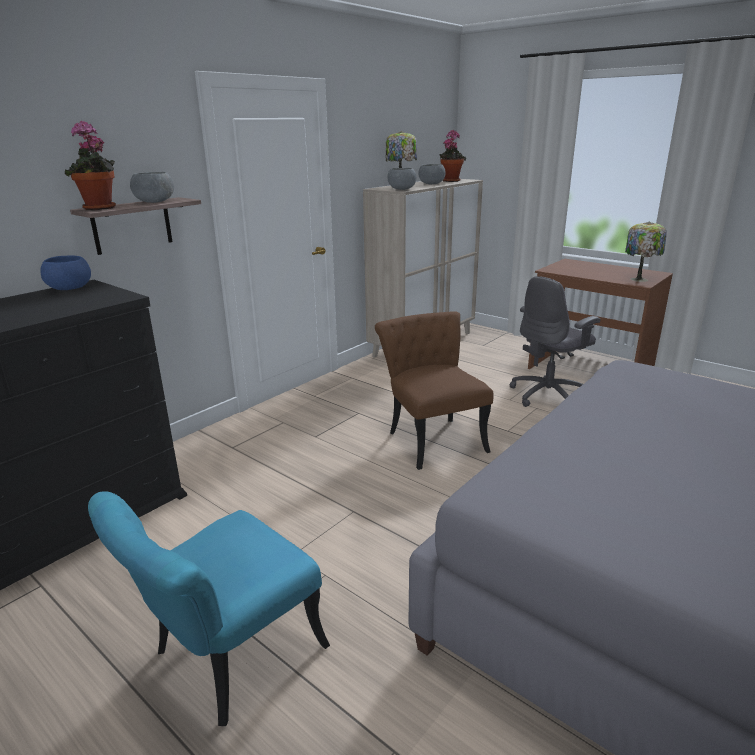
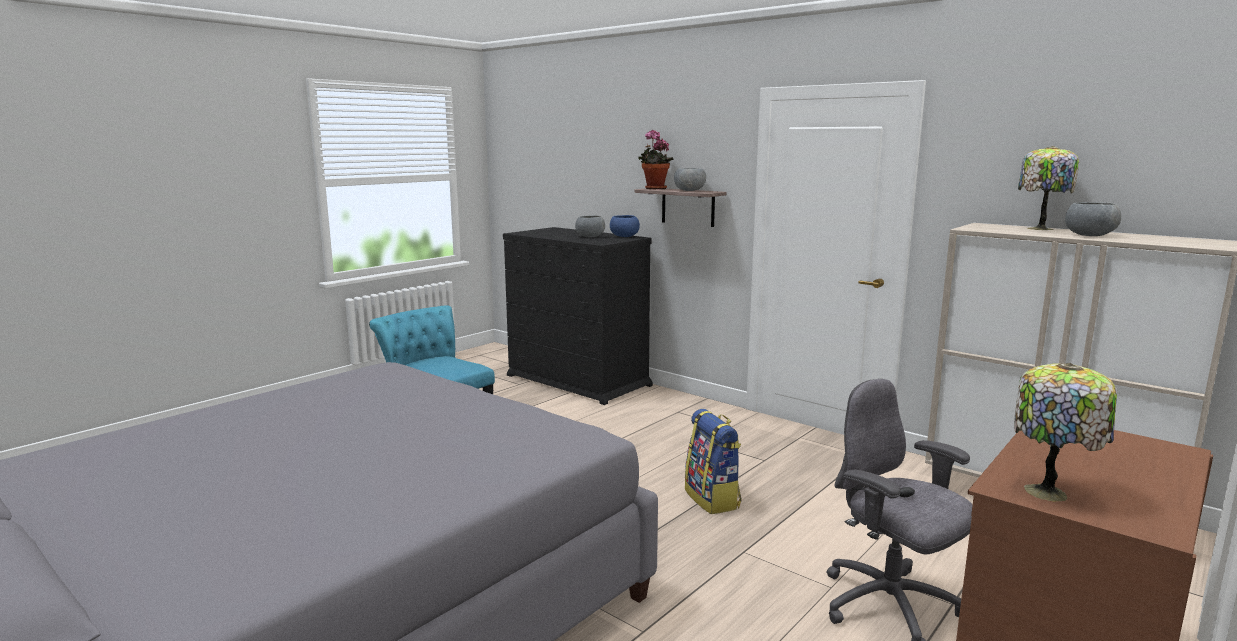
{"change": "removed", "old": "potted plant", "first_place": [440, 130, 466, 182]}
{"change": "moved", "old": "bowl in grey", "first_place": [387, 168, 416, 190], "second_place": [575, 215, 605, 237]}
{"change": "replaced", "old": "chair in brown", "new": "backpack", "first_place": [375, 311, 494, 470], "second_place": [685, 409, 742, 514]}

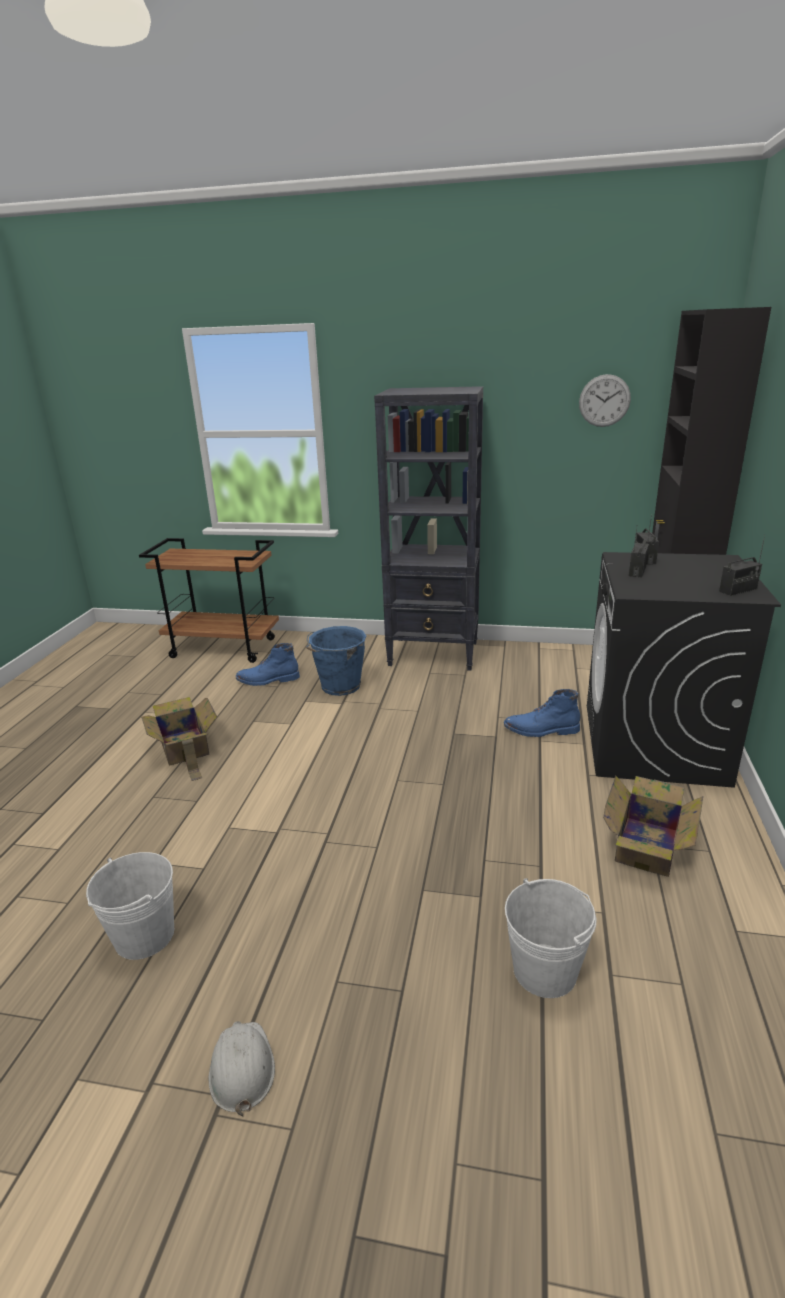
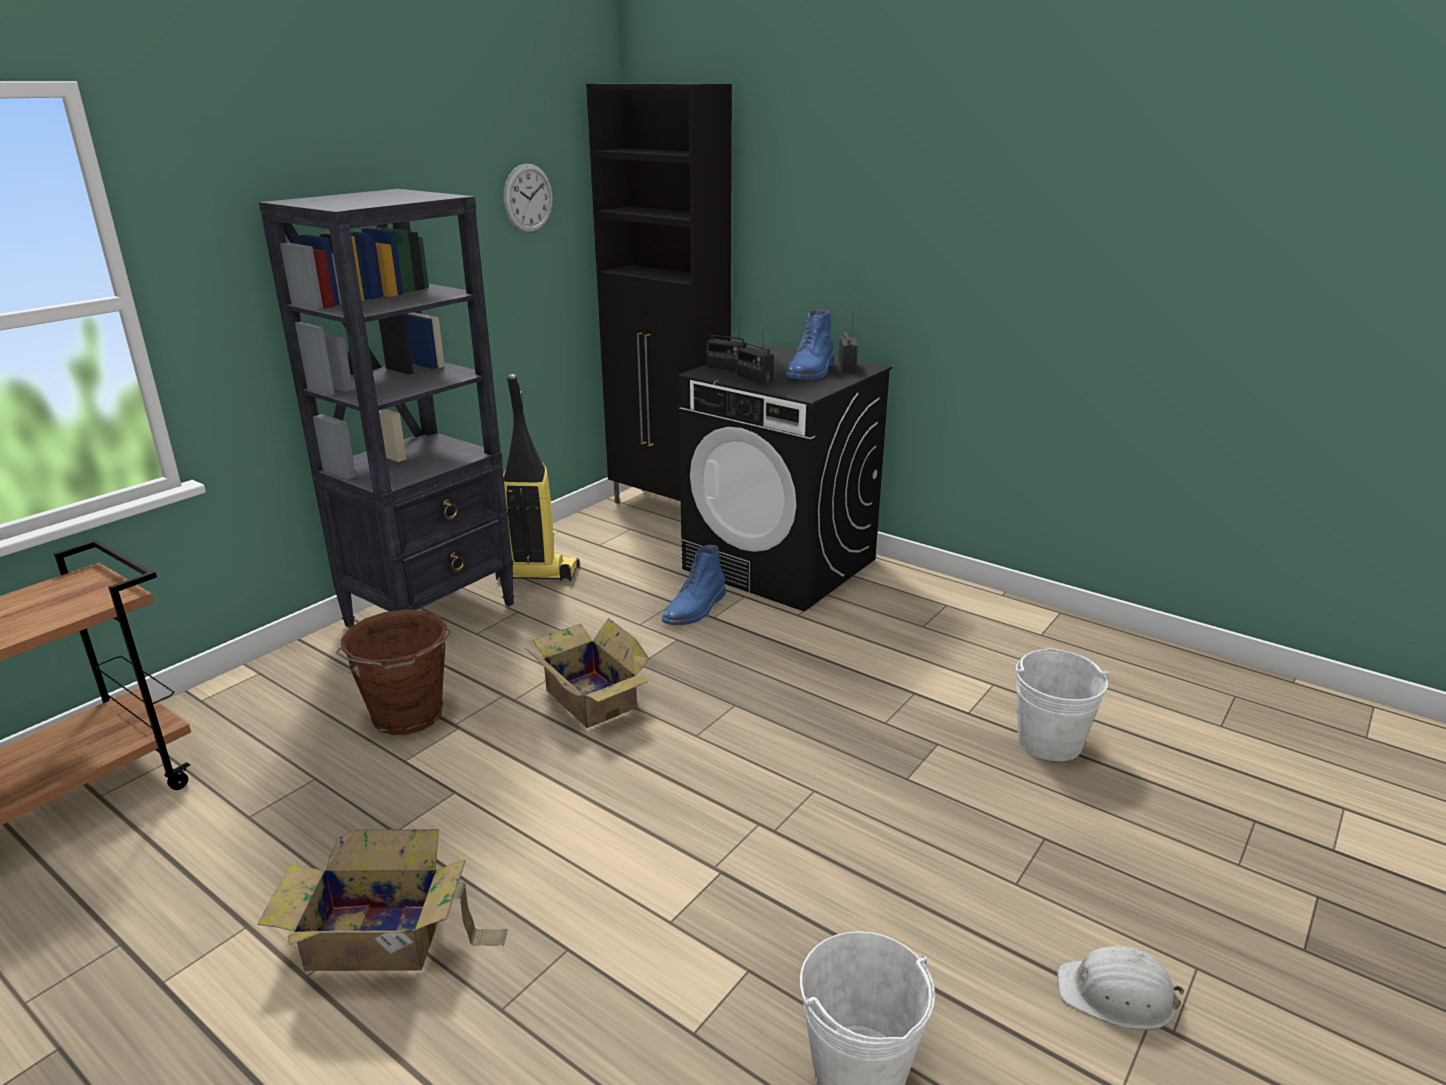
{"change": "added", "new": "vacuum cleaner", "second_place": [495, 374, 580, 581]}
{"change": "moved", "old": "boot in blue", "first_place": [236, 643, 300, 686], "second_place": [786, 309, 834, 380]}
{"change": "moved", "old": "cardboard box", "first_place": [603, 776, 703, 877], "second_place": [525, 618, 649, 728]}
{"change": "recoloured", "old": "bucket in blue", "new": "bucket in brown", "first_place": [306, 626, 366, 696], "second_place": [336, 609, 452, 735]}

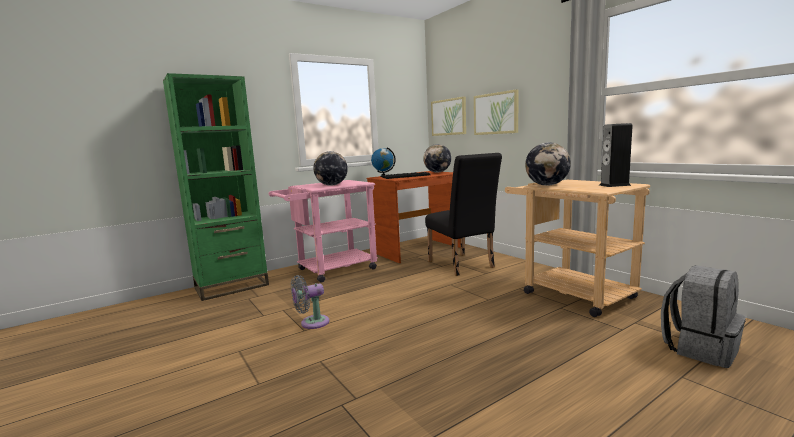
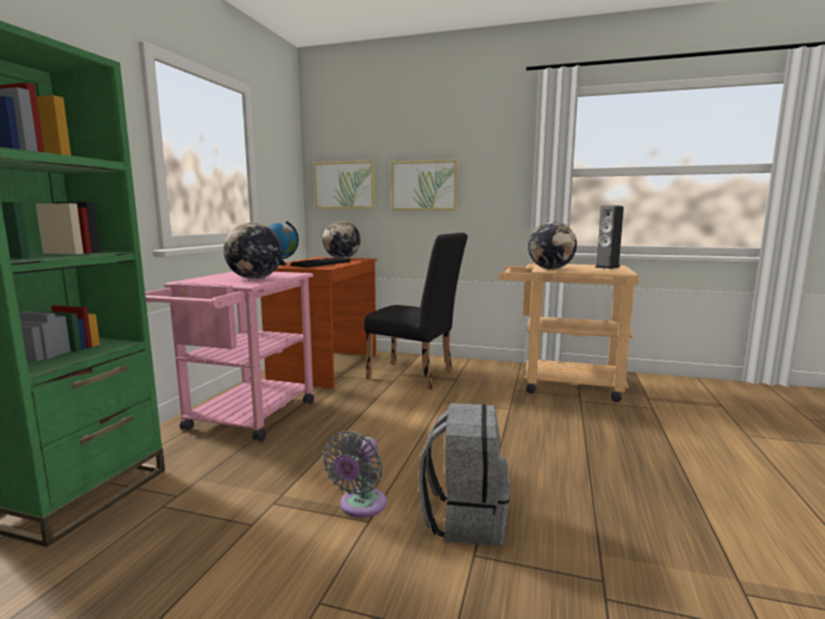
{"change": "moved", "old": "backpack in grey", "first_place": [661, 265, 746, 368], "second_place": [418, 403, 510, 546]}

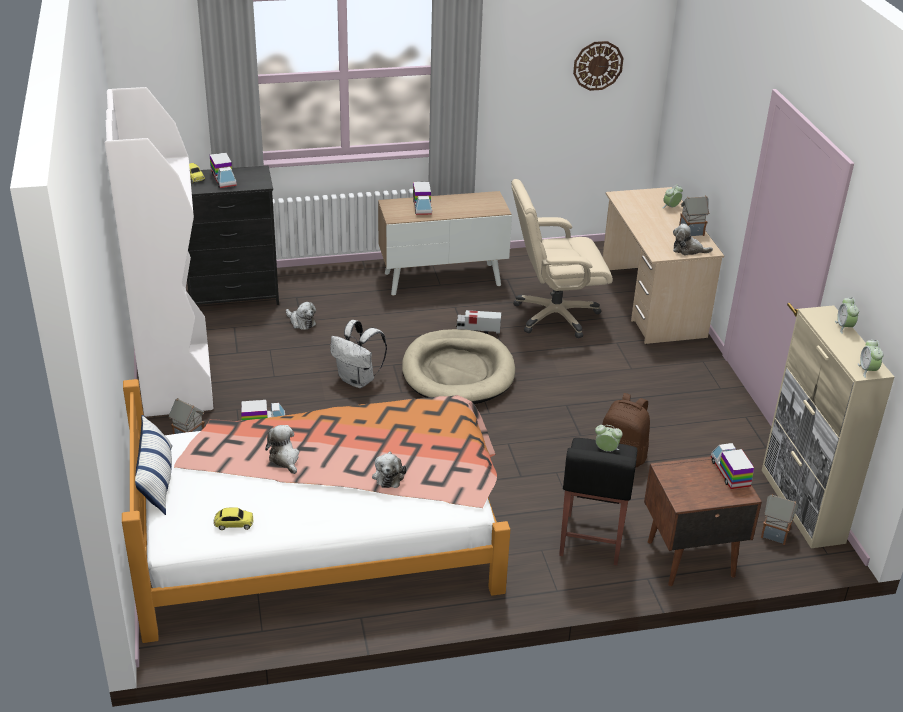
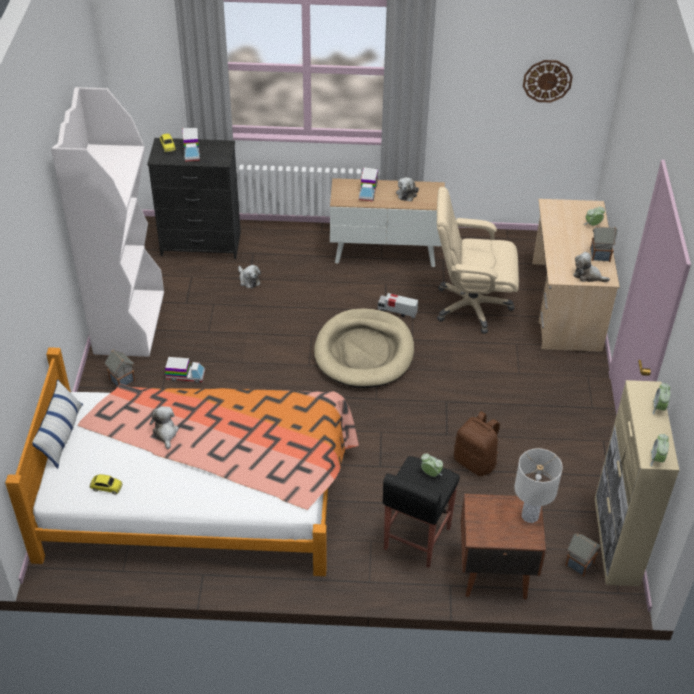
{"change": "removed", "old": "backpack in white", "first_place": [330, 320, 387, 388]}
{"change": "moved", "old": "plush toy", "first_place": [372, 451, 406, 488], "second_place": [396, 177, 419, 201]}
{"change": "replaced", "old": "toy truck", "new": "table lamp in white", "first_place": [710, 443, 754, 489], "second_place": [514, 448, 563, 523]}

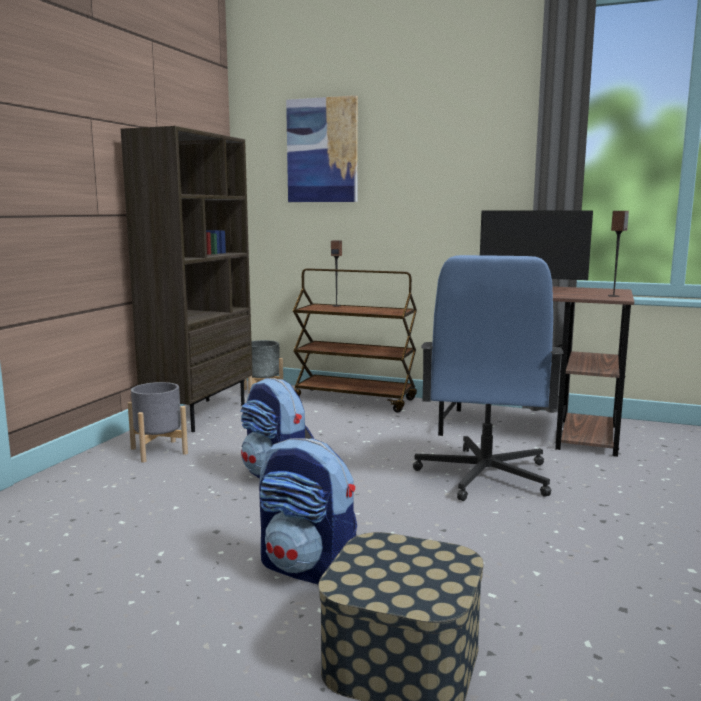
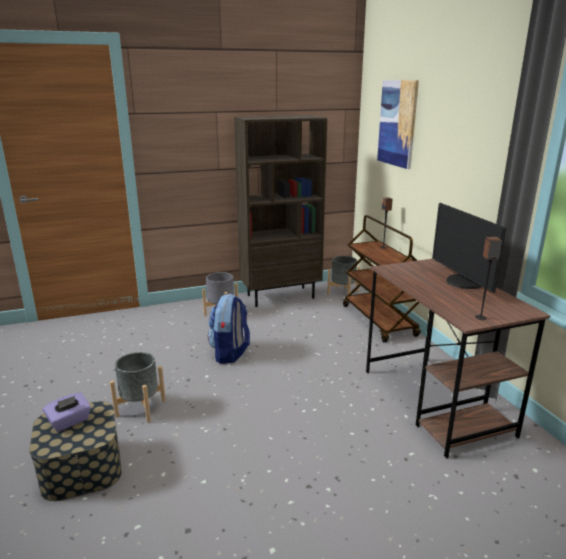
{"change": "removed", "old": "office chair in blue", "first_place": [413, 255, 563, 501]}
{"change": "added", "new": "tissue box in purple", "second_place": [43, 392, 91, 432]}
{"change": "replaced", "old": "backpack", "new": "planter in grey", "first_place": [259, 438, 357, 584], "second_place": [110, 352, 166, 422]}

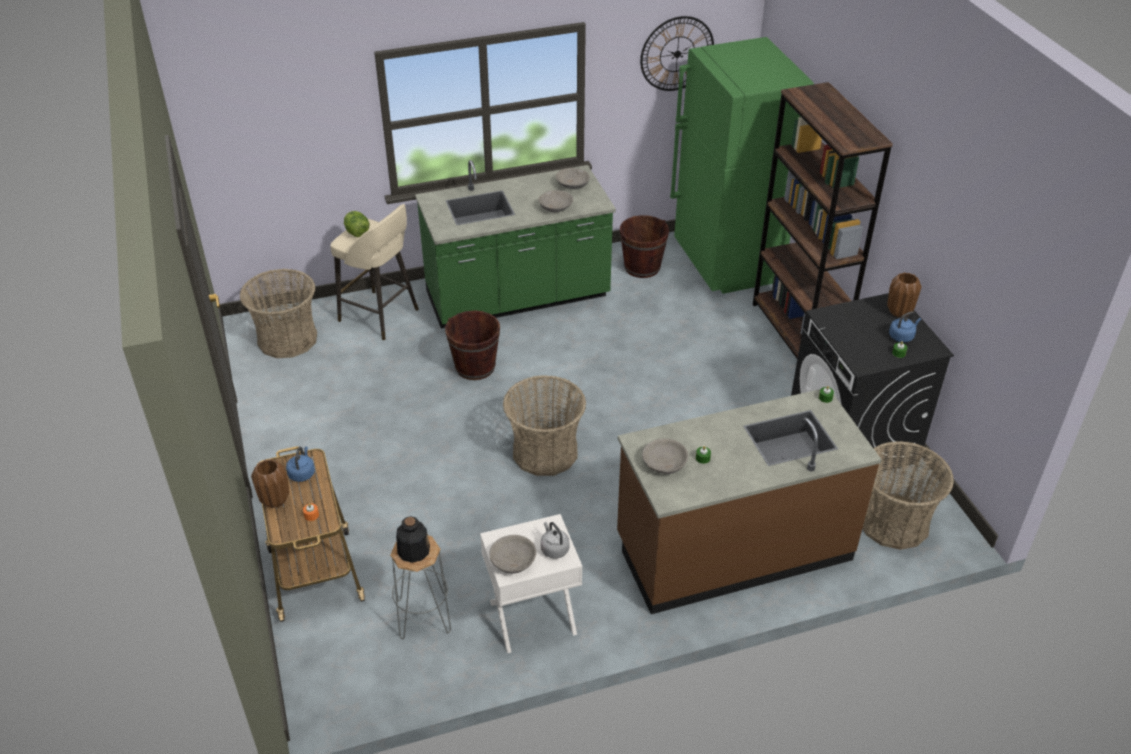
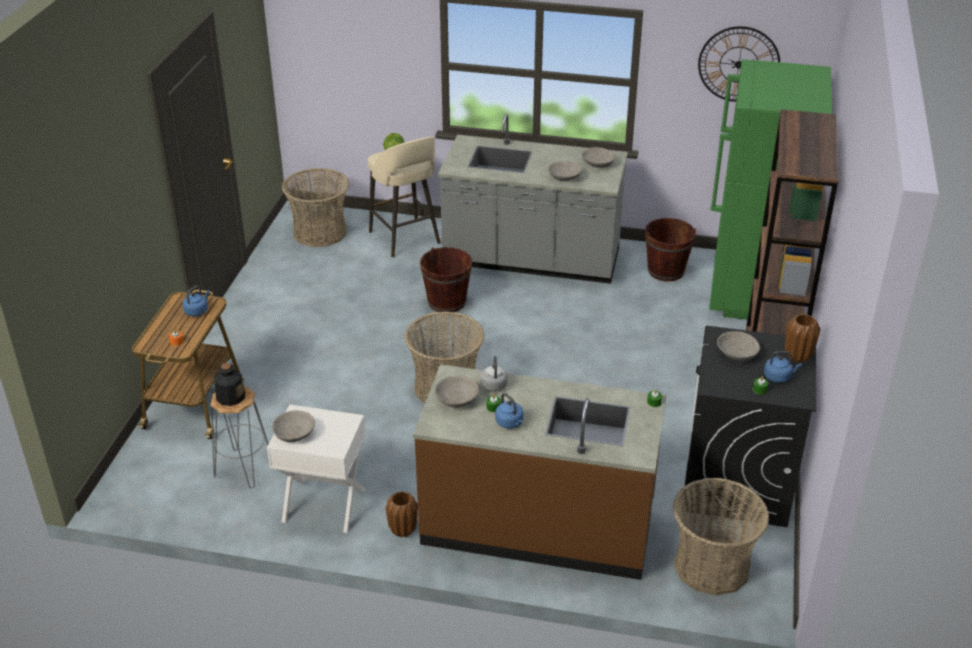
{"change": "added", "new": "kettle in blue", "second_place": [495, 393, 524, 429]}
{"change": "added", "new": "bowl in grey", "second_place": [717, 331, 760, 361]}
{"change": "moved", "old": "vase in brown", "first_place": [251, 459, 289, 508], "second_place": [386, 491, 418, 538]}
{"change": "moved", "old": "kettle in grey", "first_place": [541, 522, 569, 559], "second_place": [480, 356, 508, 392]}
{"change": "recoloured", "old": "counter in green", "new": "counter in grey", "first_place": [415, 160, 616, 329], "second_place": [438, 114, 628, 284]}

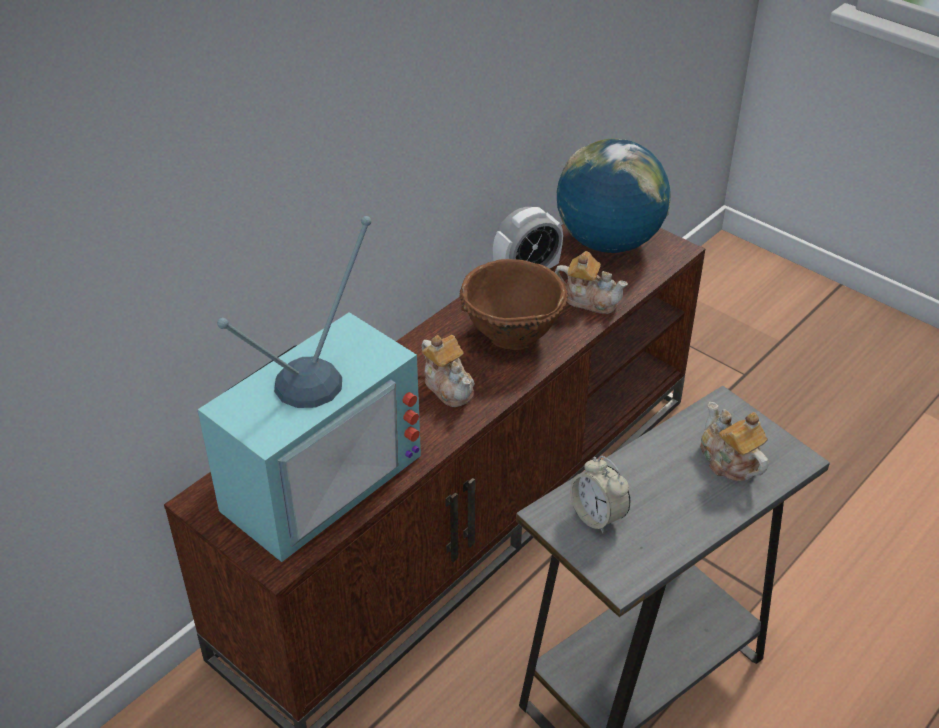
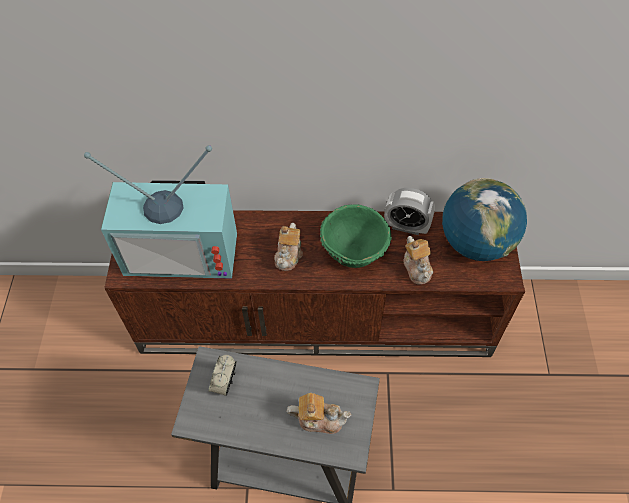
{"change": "recoloured", "old": "bowl in brown", "new": "bowl in green", "first_place": [460, 259, 568, 350], "second_place": [320, 204, 392, 268]}
{"change": "turned", "old": "teapot", "first_place": [700, 402, 768, 481], "second_place": [287, 393, 351, 434], "degrees": 75}

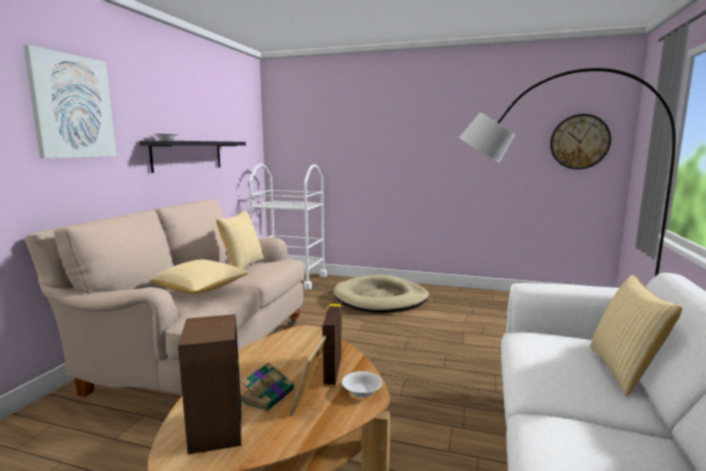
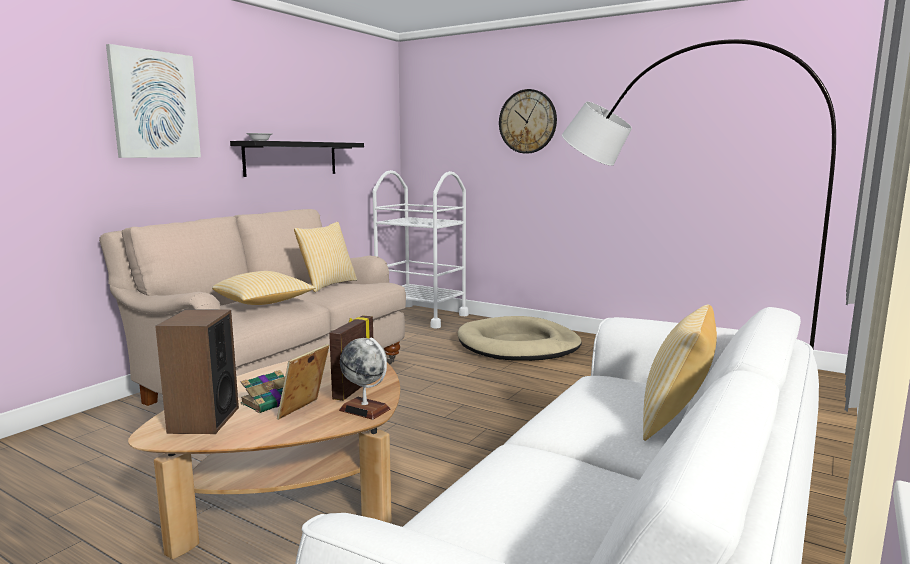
{"change": "moved", "old": "wall clock", "first_place": [550, 114, 611, 170], "second_place": [499, 89, 557, 154]}
{"change": "replaced", "old": "bowl in white", "new": "globe", "first_place": [342, 371, 382, 397], "second_place": [339, 337, 391, 420]}

